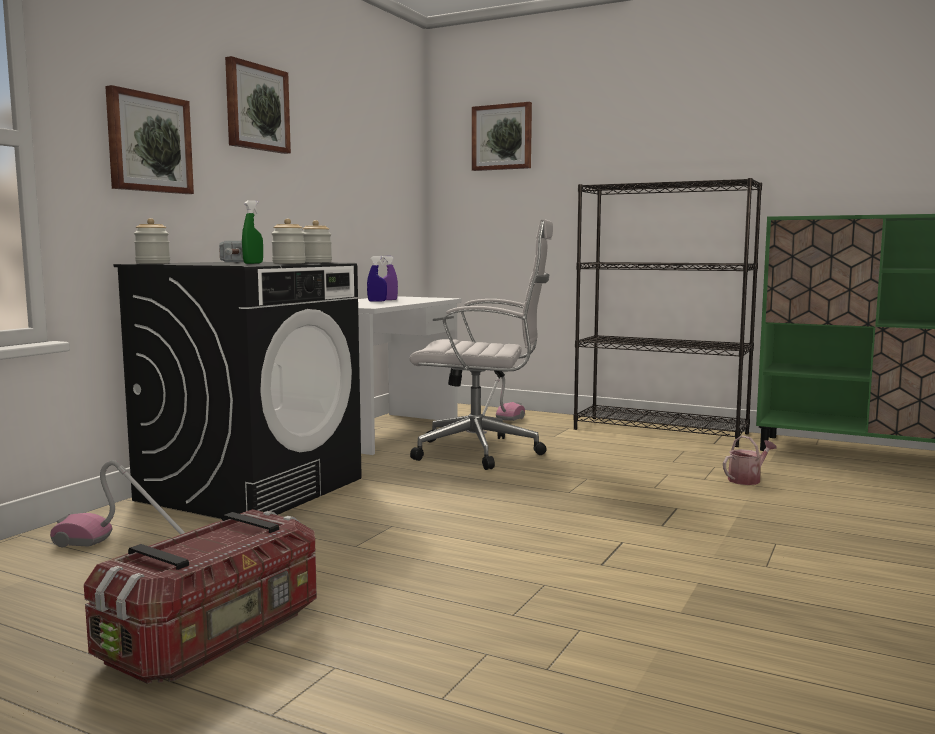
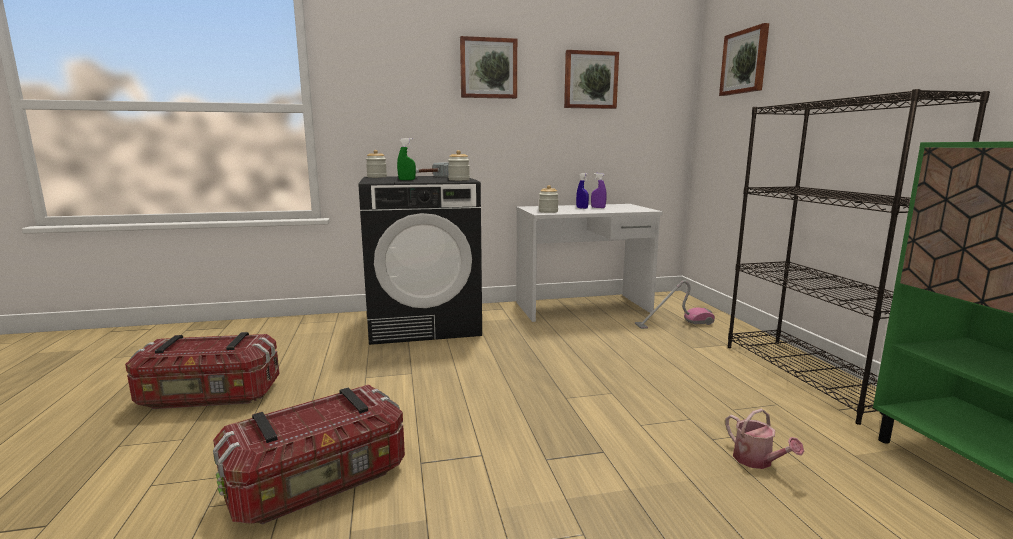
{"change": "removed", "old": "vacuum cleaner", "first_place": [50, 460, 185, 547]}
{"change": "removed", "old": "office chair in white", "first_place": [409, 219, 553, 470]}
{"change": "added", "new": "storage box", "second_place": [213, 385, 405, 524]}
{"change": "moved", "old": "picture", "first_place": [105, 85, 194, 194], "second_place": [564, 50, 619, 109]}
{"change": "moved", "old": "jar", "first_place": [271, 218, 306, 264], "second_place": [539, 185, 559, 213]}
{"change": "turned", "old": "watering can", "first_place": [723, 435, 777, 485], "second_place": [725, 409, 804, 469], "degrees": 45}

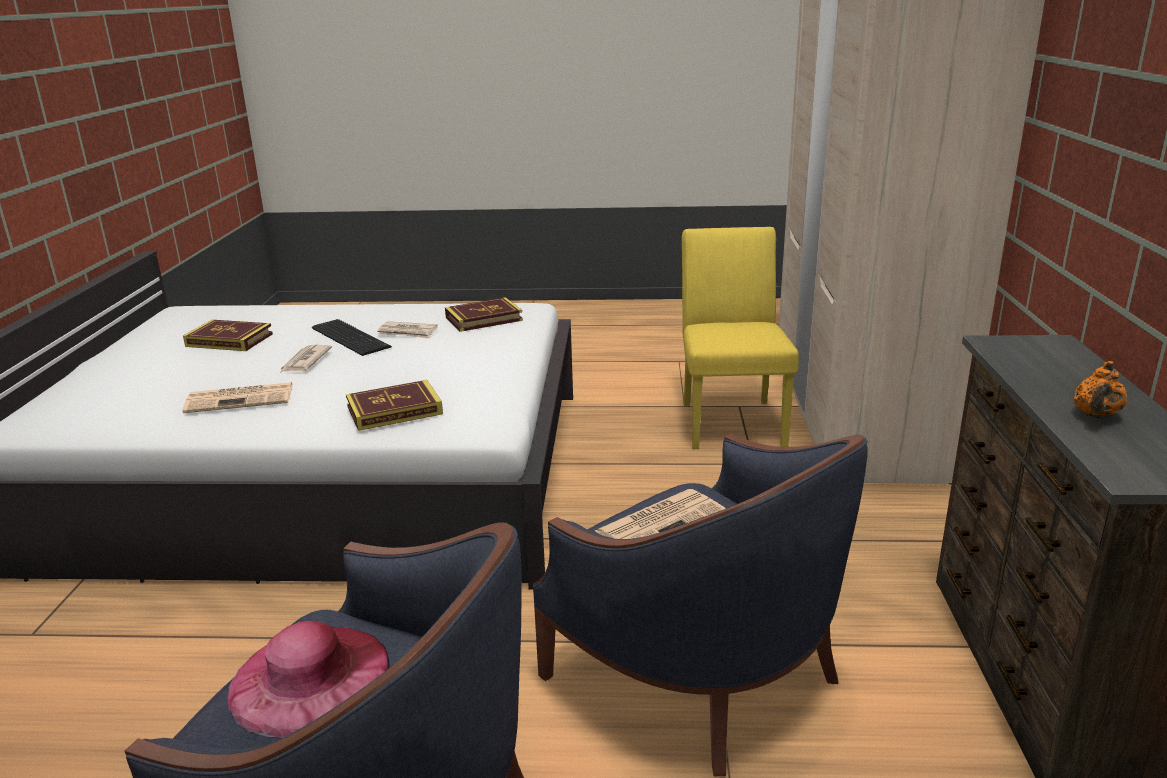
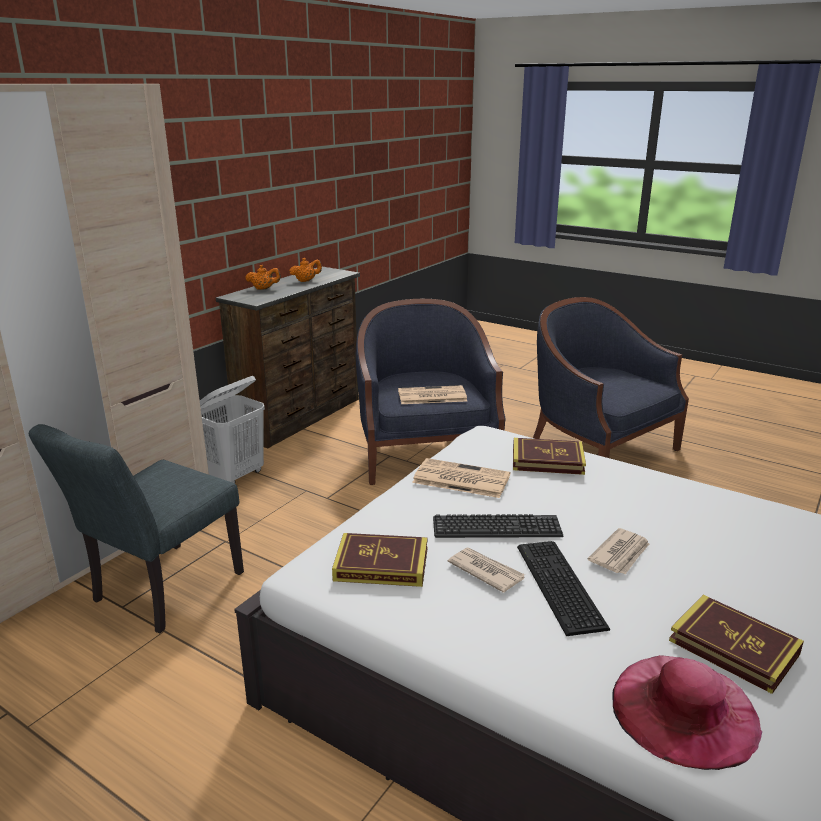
{"change": "added", "new": "laundry basket in white", "second_place": [200, 376, 265, 483]}
{"change": "added", "new": "teapot in orange", "second_place": [245, 265, 281, 290]}
{"change": "added", "new": "keyboard", "second_place": [433, 514, 563, 538]}
{"change": "moved", "old": "newspaper", "first_place": [182, 382, 293, 413], "second_place": [412, 458, 510, 498]}
{"change": "moved", "old": "hat in pink", "first_place": [227, 621, 390, 738], "second_place": [612, 655, 762, 770]}
{"change": "recoloured", "old": "chair in yellow", "new": "chair in grey", "first_place": [682, 227, 799, 449], "second_place": [29, 424, 244, 633]}

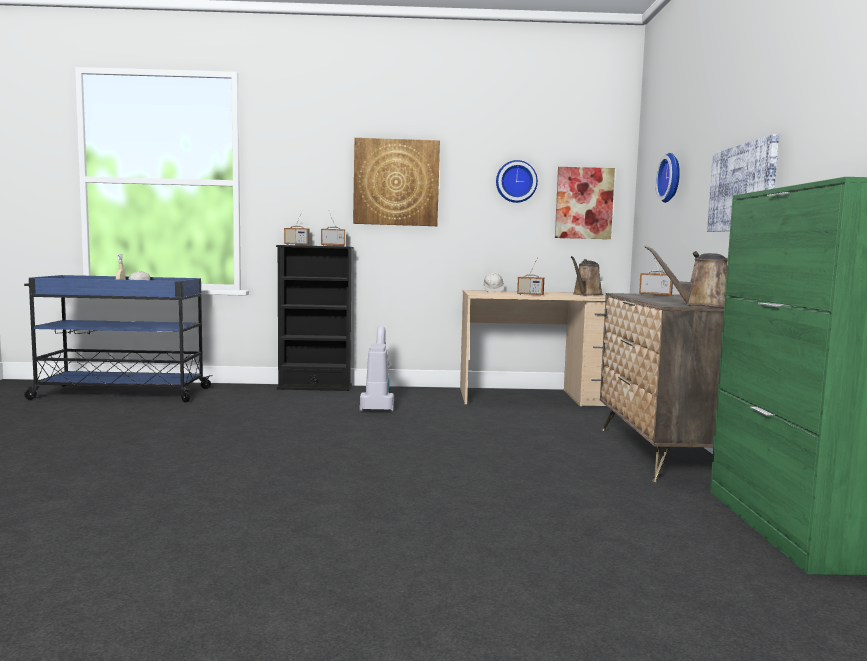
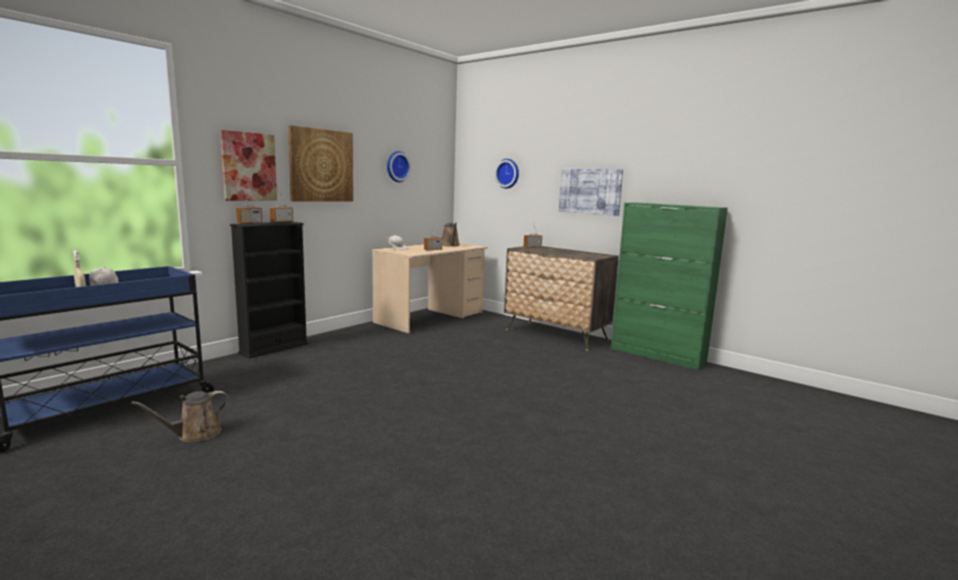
{"change": "removed", "old": "vacuum cleaner", "first_place": [360, 325, 394, 412]}
{"change": "moved", "old": "picture", "first_place": [555, 167, 615, 239], "second_place": [220, 130, 277, 201]}
{"change": "moved", "old": "watering can in brown", "first_place": [645, 245, 728, 307], "second_place": [131, 391, 229, 442]}

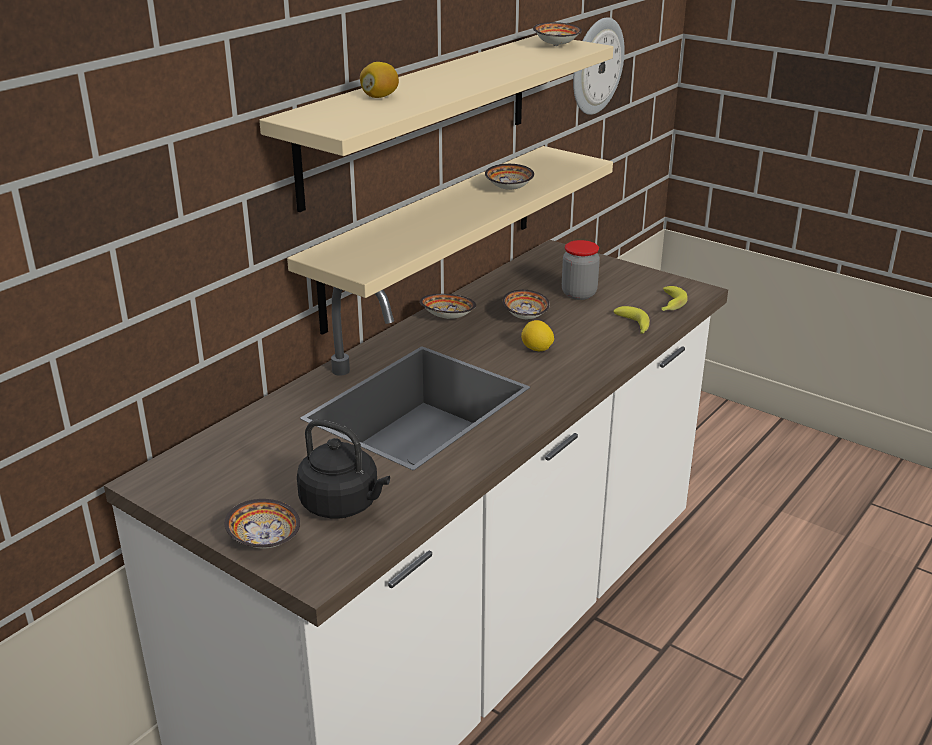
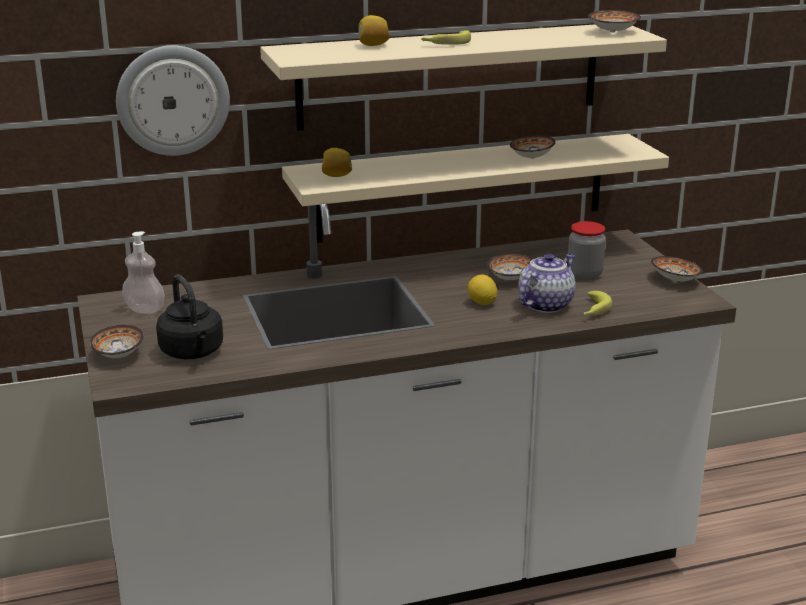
{"change": "added", "new": "soap dispenser", "second_place": [122, 231, 165, 314]}
{"change": "added", "new": "lemon", "second_place": [322, 148, 352, 177]}
{"change": "added", "new": "teapot", "second_place": [518, 254, 576, 313]}
{"change": "moved", "old": "bowl", "first_place": [420, 294, 476, 319], "second_place": [651, 256, 703, 281]}
{"change": "moved", "old": "wall clock", "first_place": [573, 17, 625, 115], "second_place": [116, 45, 230, 156]}
{"change": "moved", "old": "banana", "first_place": [661, 286, 688, 311], "second_place": [421, 30, 471, 45]}

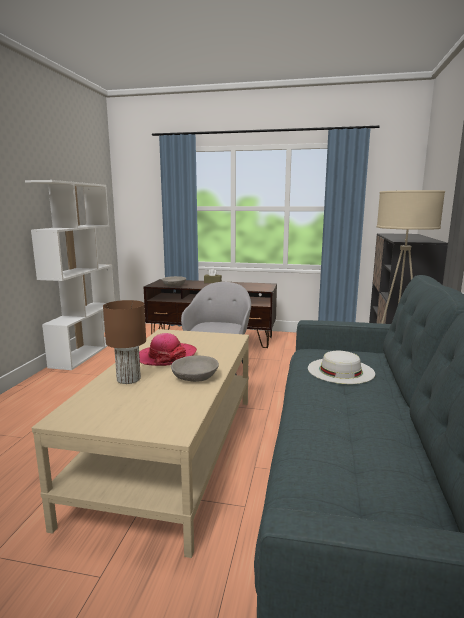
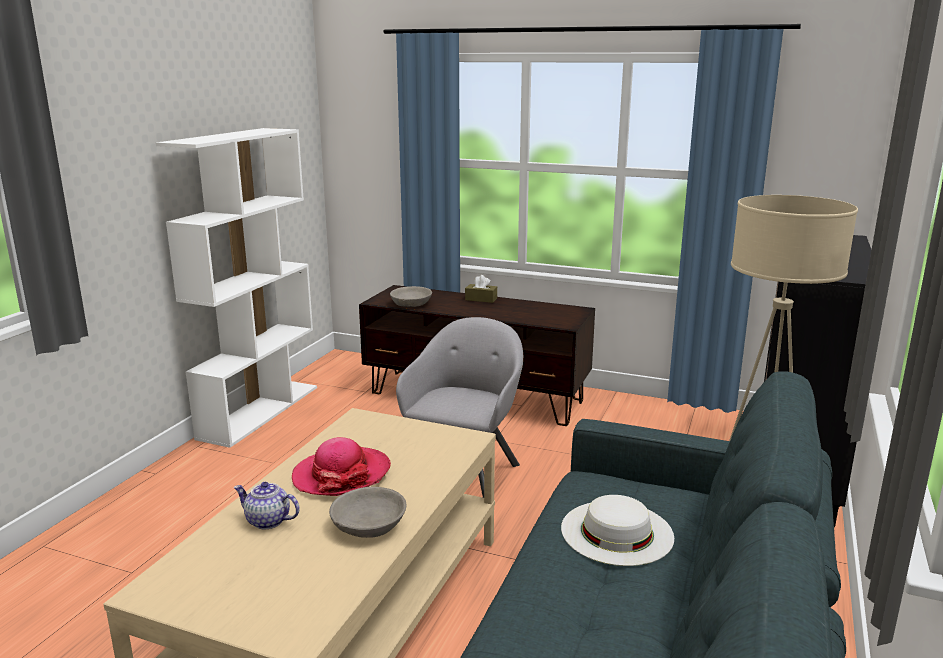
{"change": "replaced", "old": "table lamp in brown", "new": "teapot", "first_place": [103, 300, 146, 384], "second_place": [234, 482, 299, 529]}

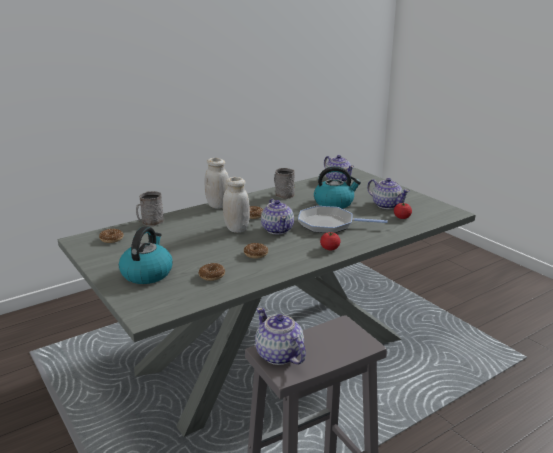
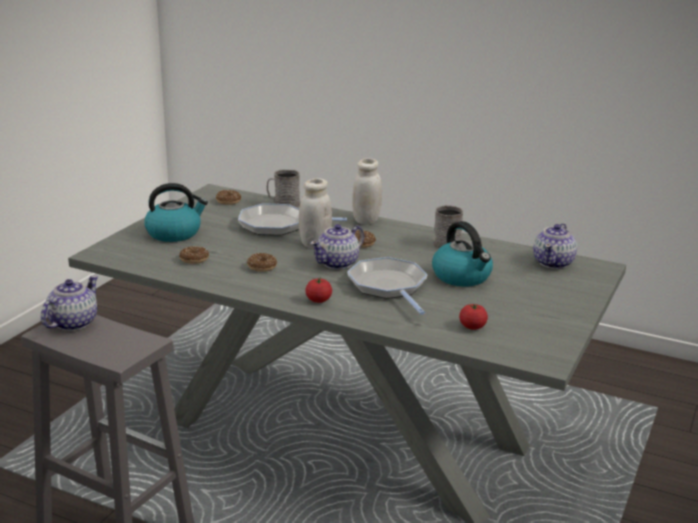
{"change": "removed", "old": "teapot", "first_place": [367, 178, 410, 209]}
{"change": "added", "new": "frying pan", "second_place": [238, 203, 347, 236]}

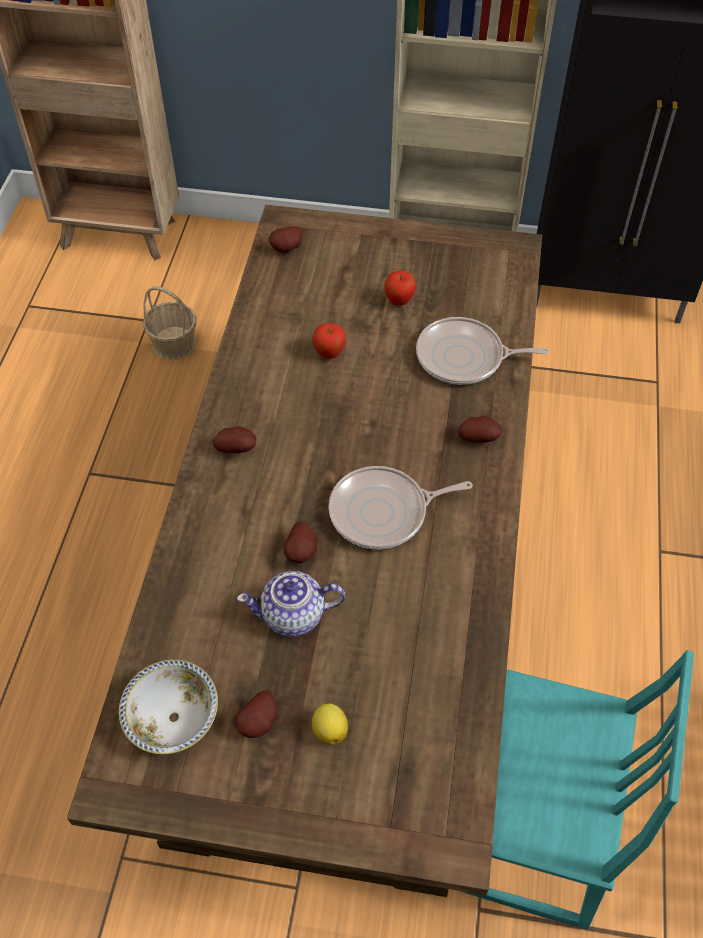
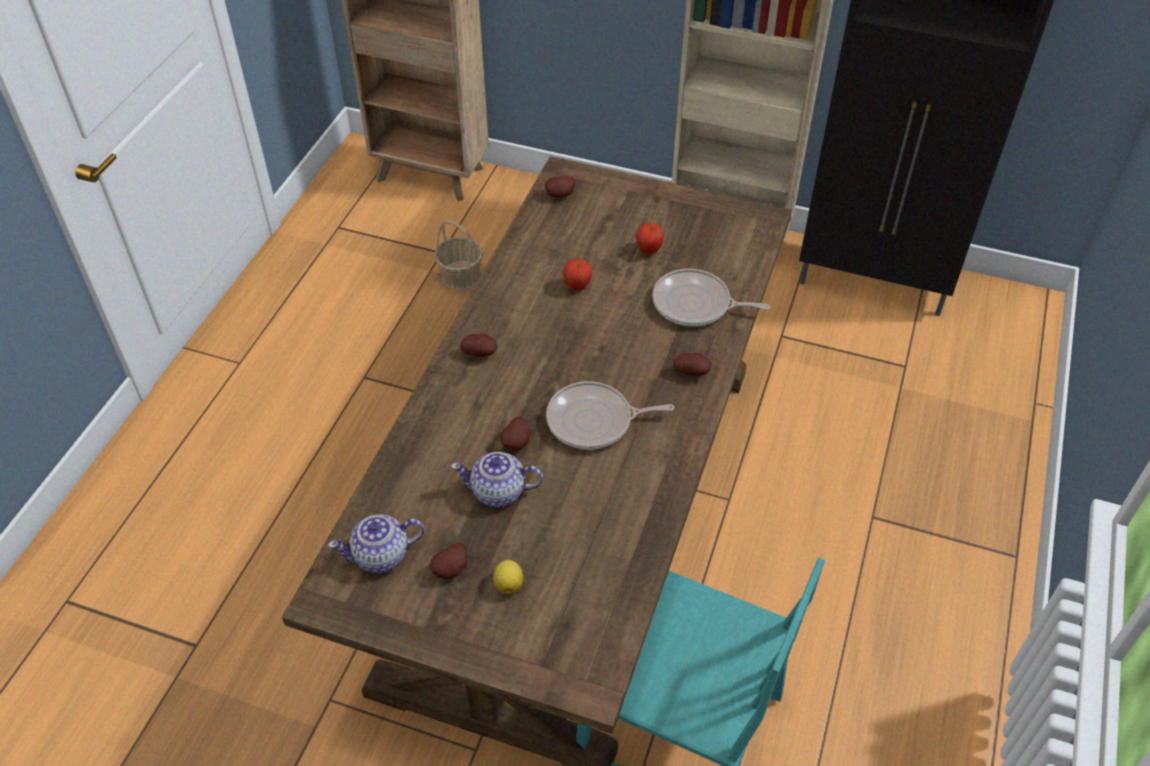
{"change": "replaced", "old": "bowl", "new": "teapot", "first_place": [119, 660, 218, 754], "second_place": [328, 514, 425, 573]}

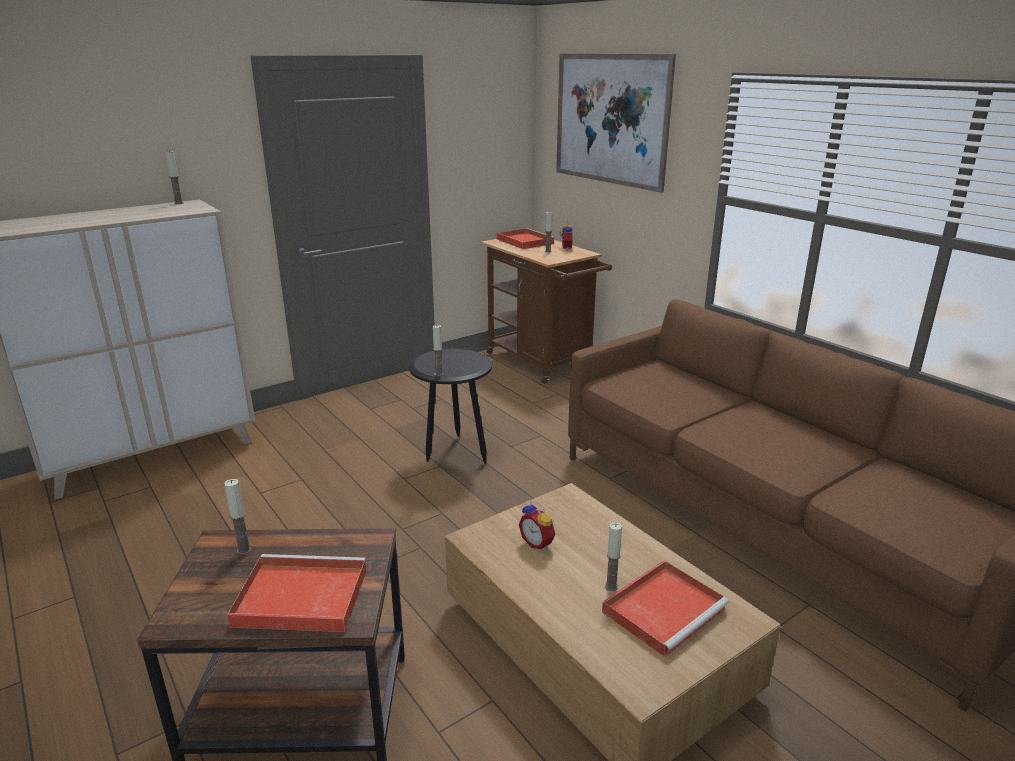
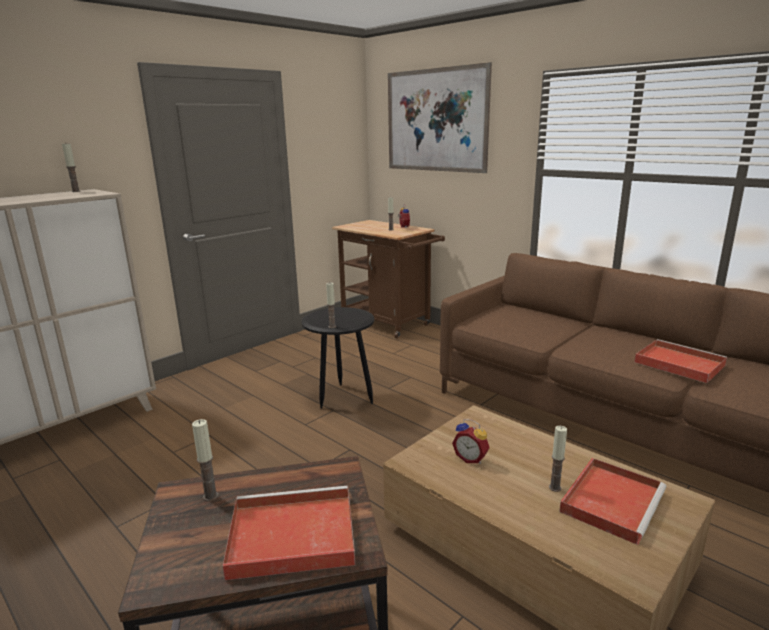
{"change": "moved", "old": "tray in red", "first_place": [497, 228, 555, 249], "second_place": [634, 339, 727, 383]}

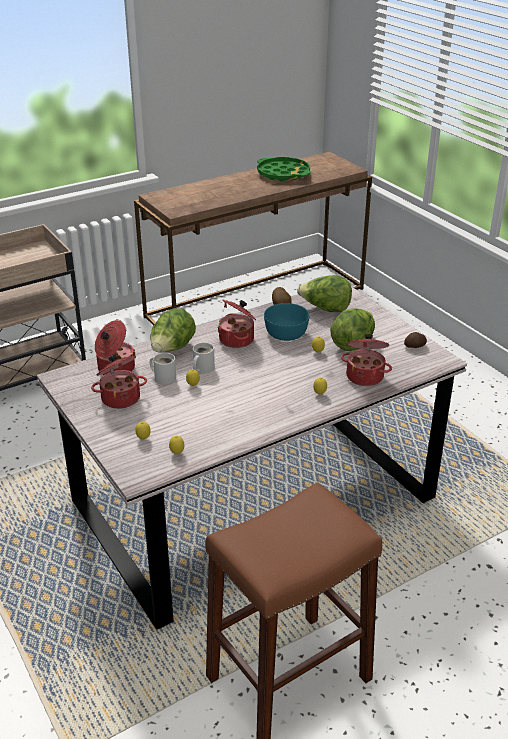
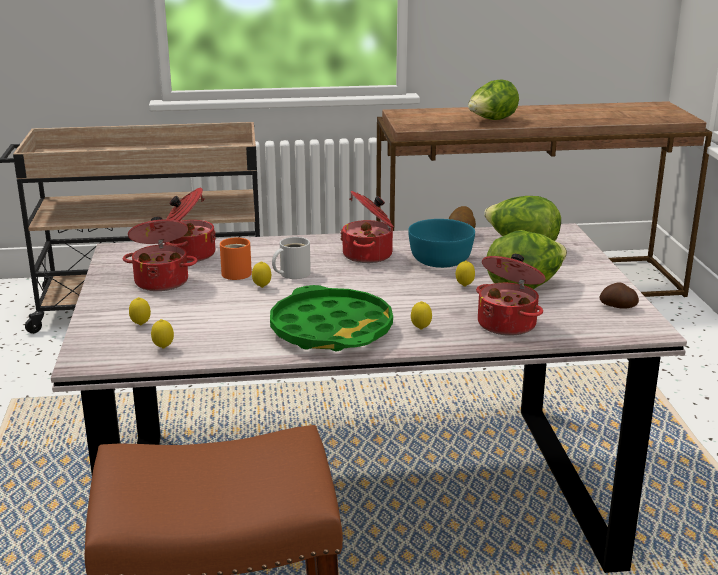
{"change": "moved", "old": "lettuce", "first_place": [150, 308, 196, 352], "second_place": [468, 79, 519, 120]}
{"change": "moved", "old": "tray in green", "first_place": [257, 157, 311, 182], "second_place": [270, 285, 393, 351]}
{"change": "recoloured", "old": "mug in white", "new": "mug in orange", "first_place": [150, 353, 176, 385], "second_place": [220, 238, 252, 280]}

